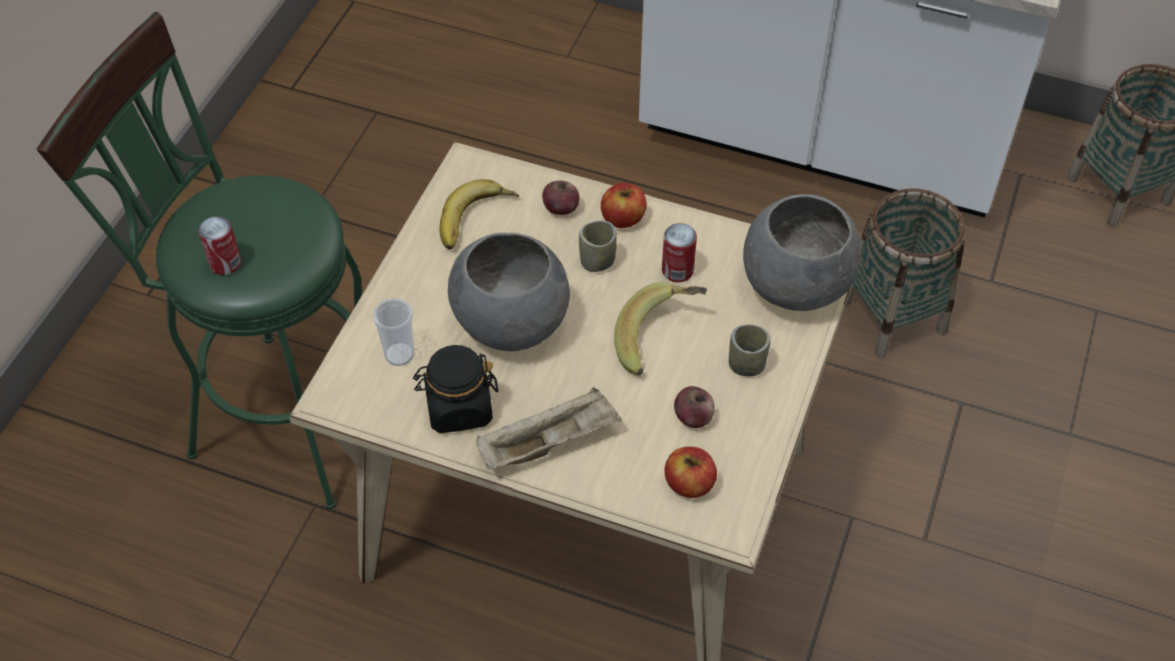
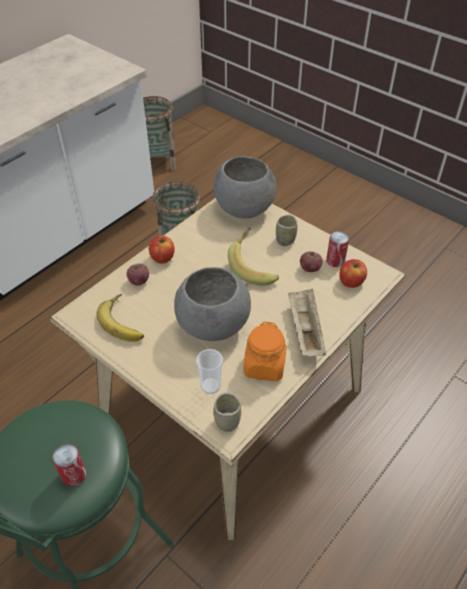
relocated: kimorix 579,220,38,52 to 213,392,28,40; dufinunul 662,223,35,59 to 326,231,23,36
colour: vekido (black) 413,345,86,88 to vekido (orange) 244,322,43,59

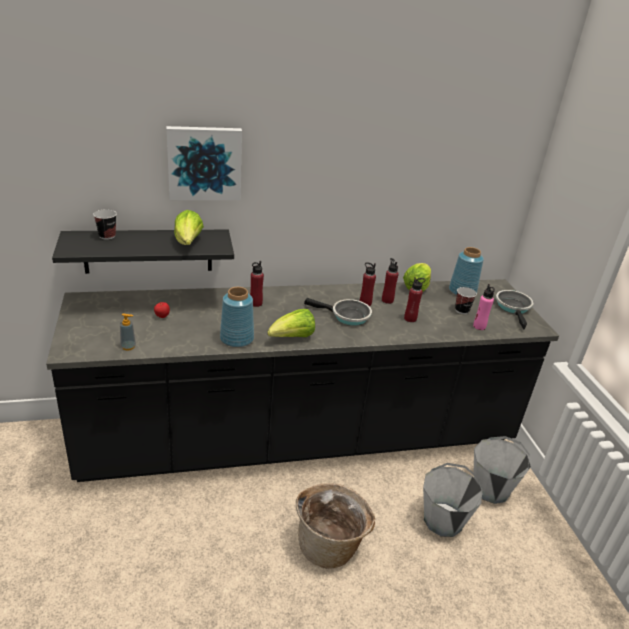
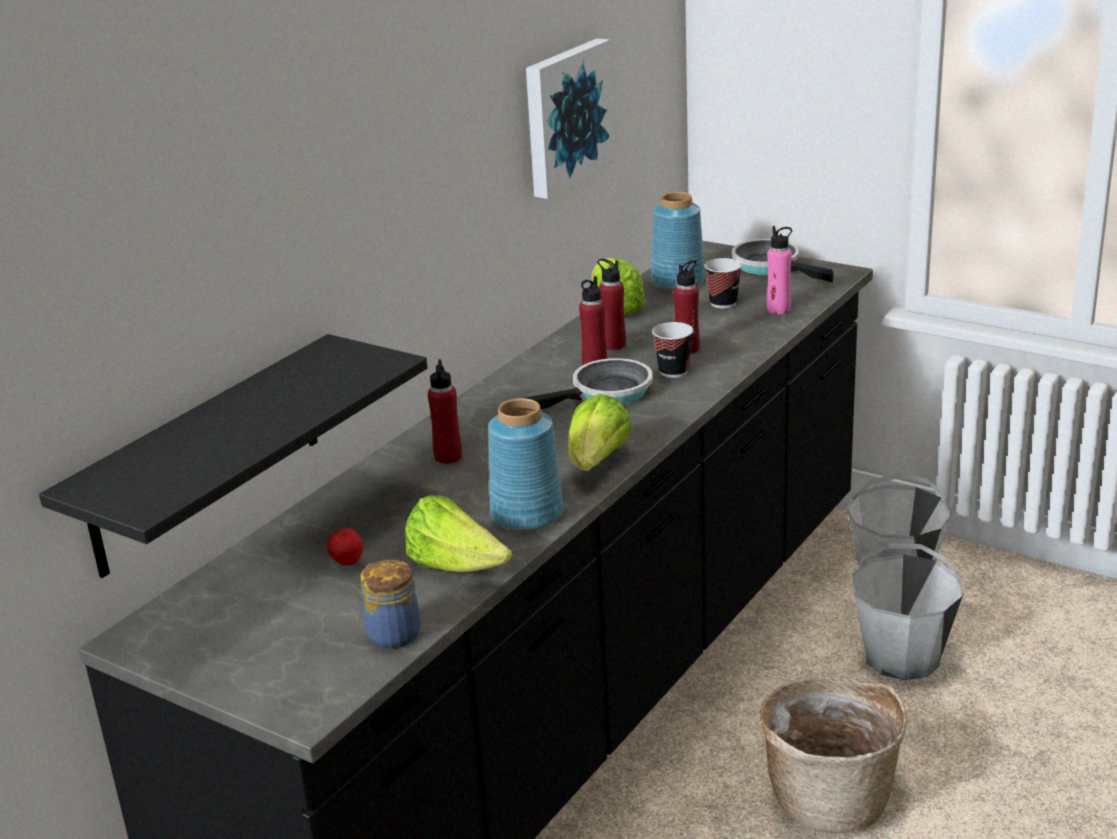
relocated: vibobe 166,126,76,74 to 526,38,89,161; kimorix 93,209,24,31 to 652,322,42,56; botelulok 174,210,30,35 to 405,496,107,76
exchanged: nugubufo 120,313,16,38 to vekido 360,560,61,88

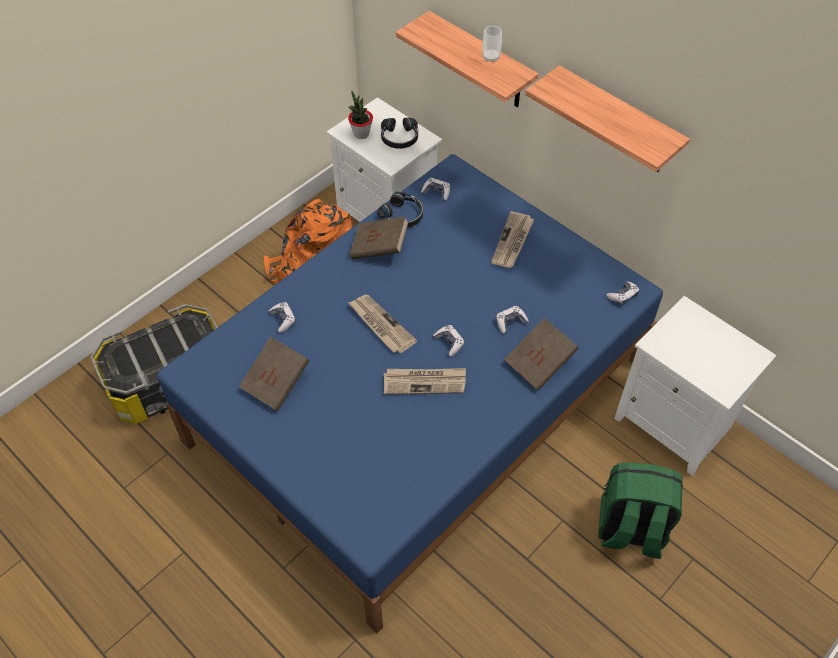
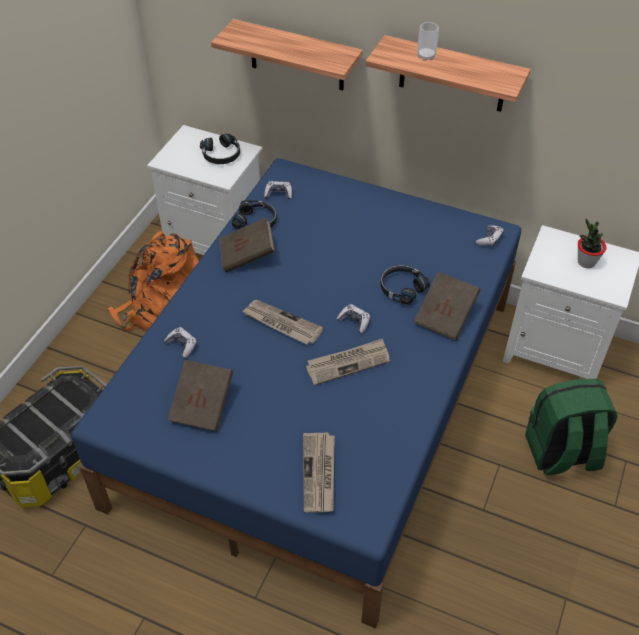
relocated: kimorix 482,26,20,37 to 417,22,22,39; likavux 348,91,25,48 to 578,218,28,50; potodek 491,211,43,57 to 303,432,32,81
exchanged: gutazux 496,306,33,27 to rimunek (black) 380,265,50,40

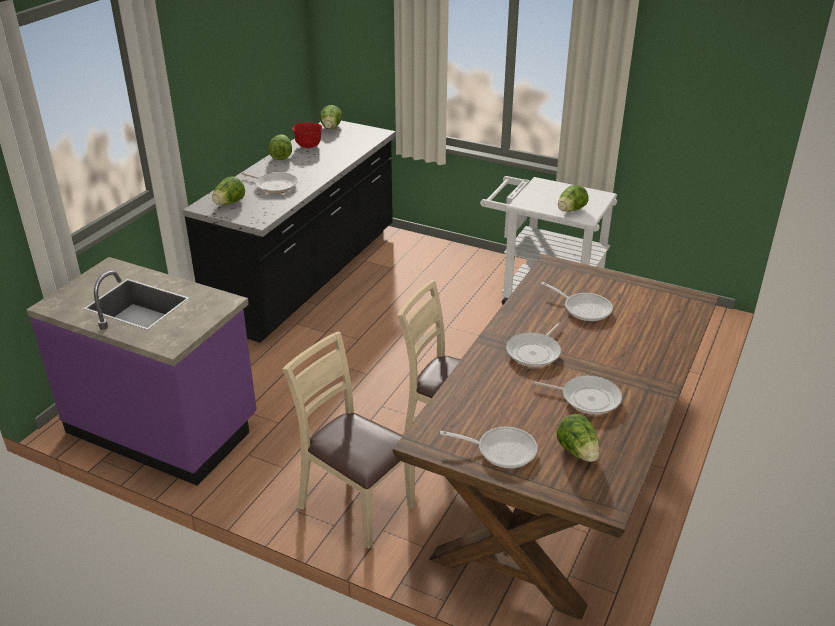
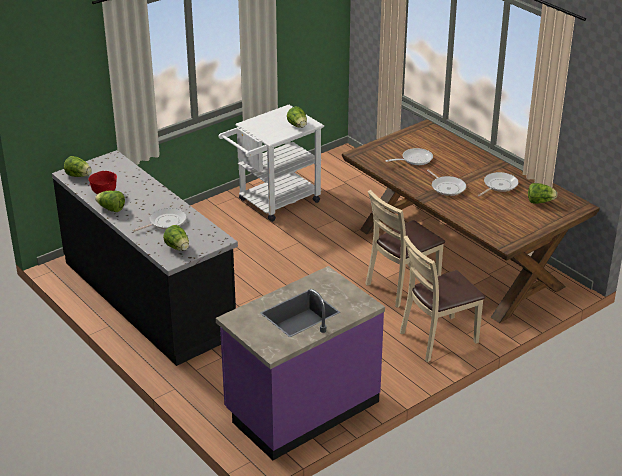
missing: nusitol 440,427,98,42

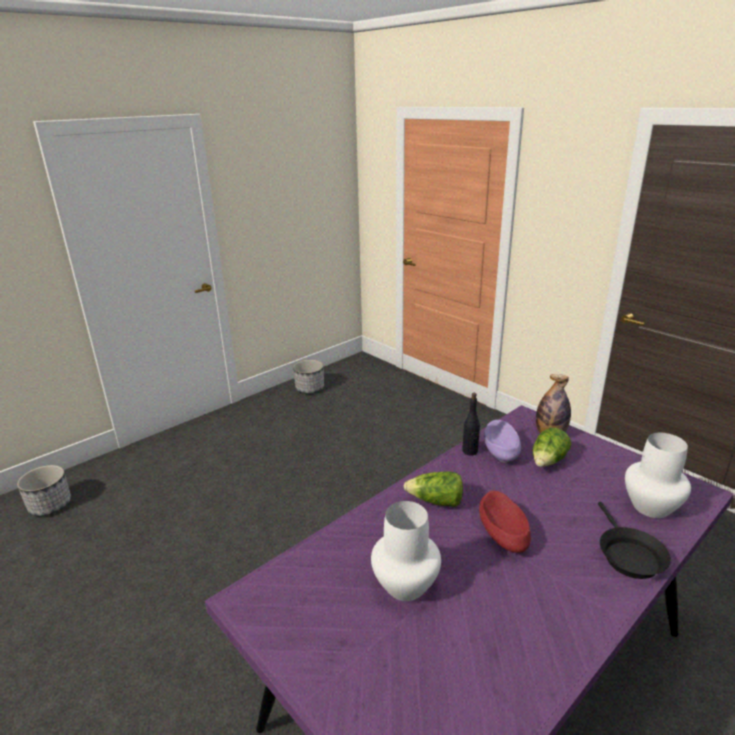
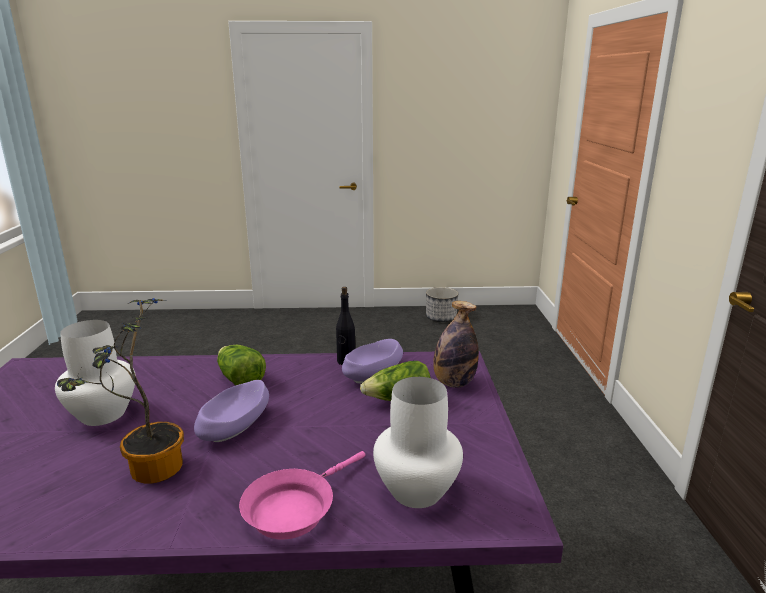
missing: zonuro 17,465,54,51
appeared: likavux 57,298,127,185
colour: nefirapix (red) 479,491,52,62 to nefirapix (purple) 194,380,75,62; nusitol (black) 598,502,73,77 to nusitol (pink) 239,451,126,89

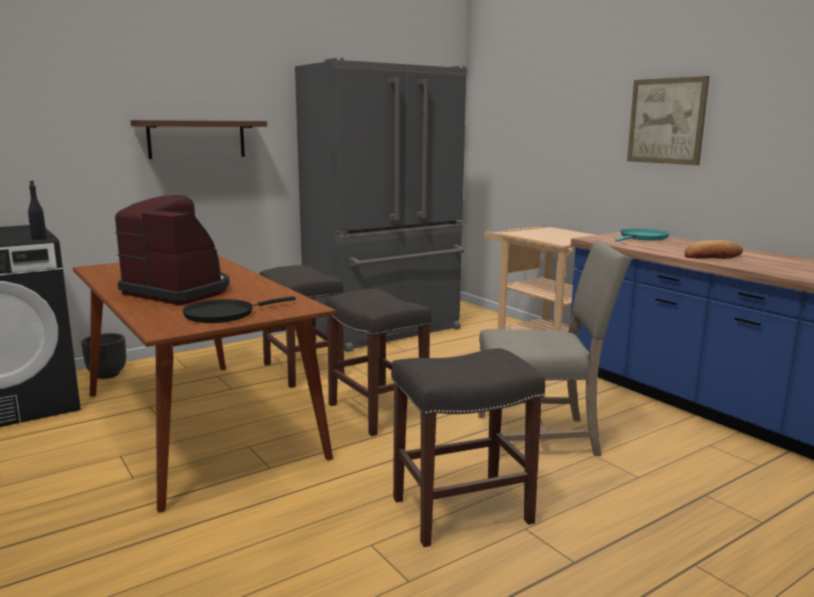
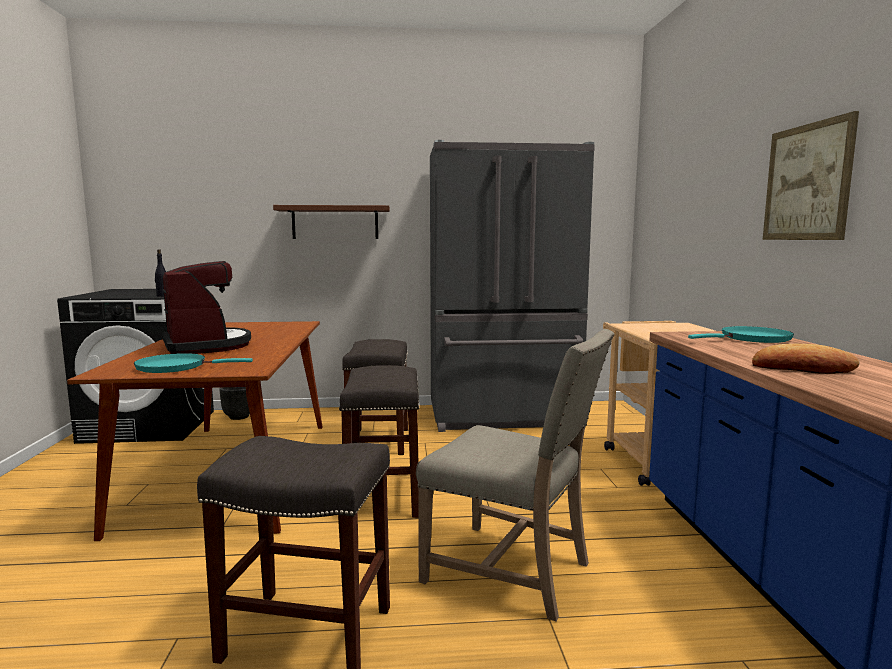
colour: nusitol (black) 182,296,114,27 to nusitol (turquoise) 134,353,119,20

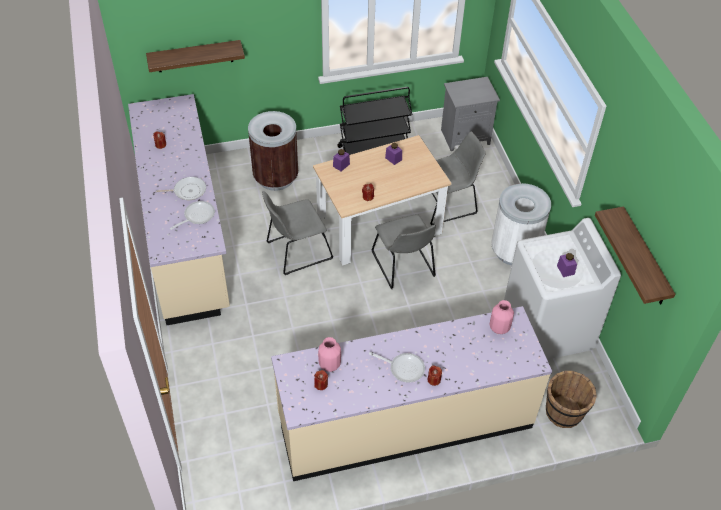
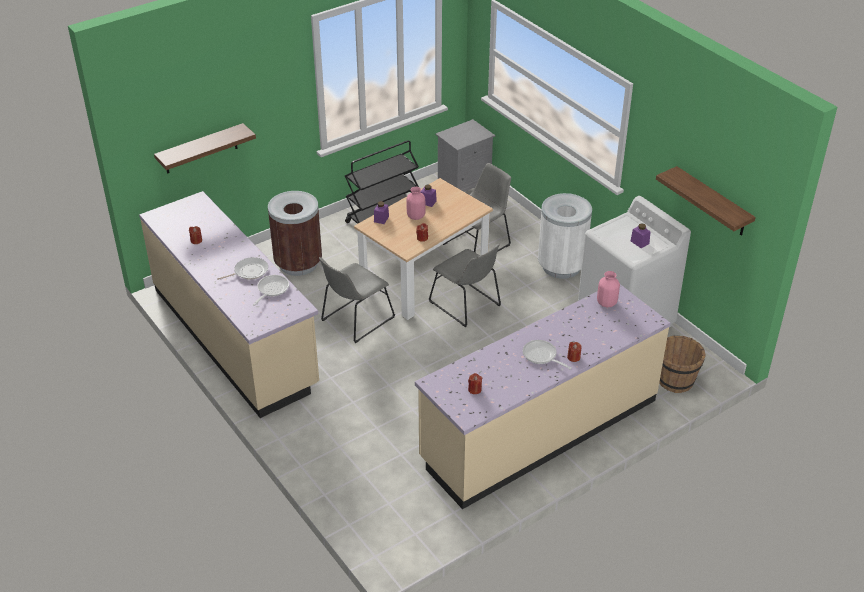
relocated: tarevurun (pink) 318,337,23,35 to 406,187,19,33
spun: nusitol 369,352,56,31 = 523,340,49,29 135 degrees counterclockwise

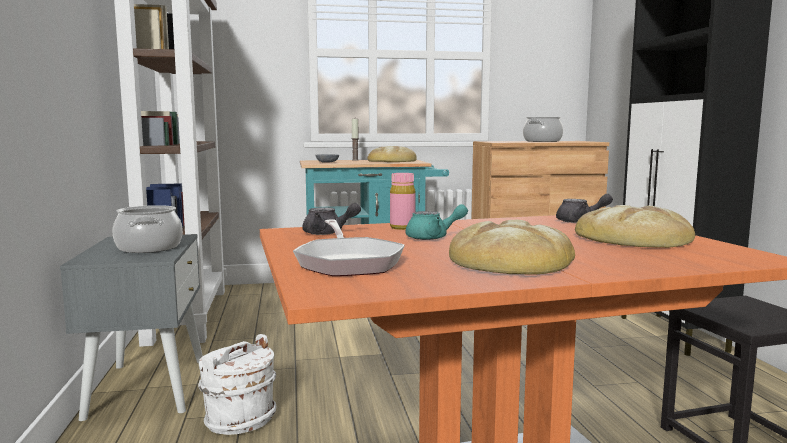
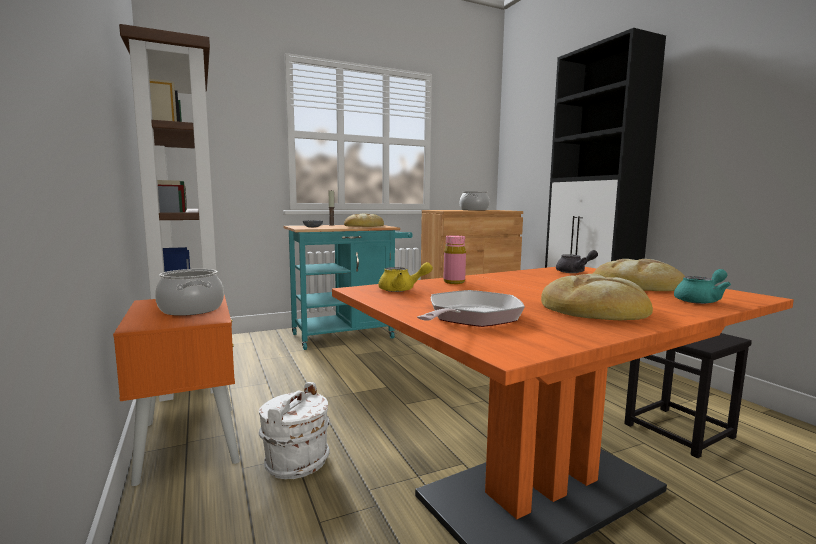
relocated: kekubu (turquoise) 406,204,62,36 to 674,269,57,35
colour: kekubu (grey) 303,203,58,32 to kekubu (yellow) 378,262,55,30; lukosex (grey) 60,234,143,187 to lukosex (orange) 113,295,127,191
spun: nusitol 293,219,112,57 = 417,290,108,37 120 degrees counterclockwise

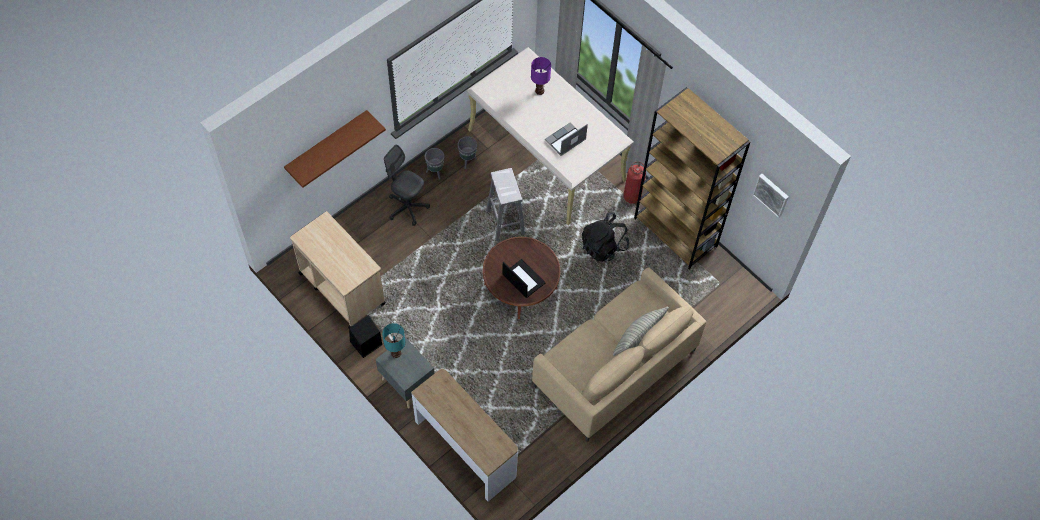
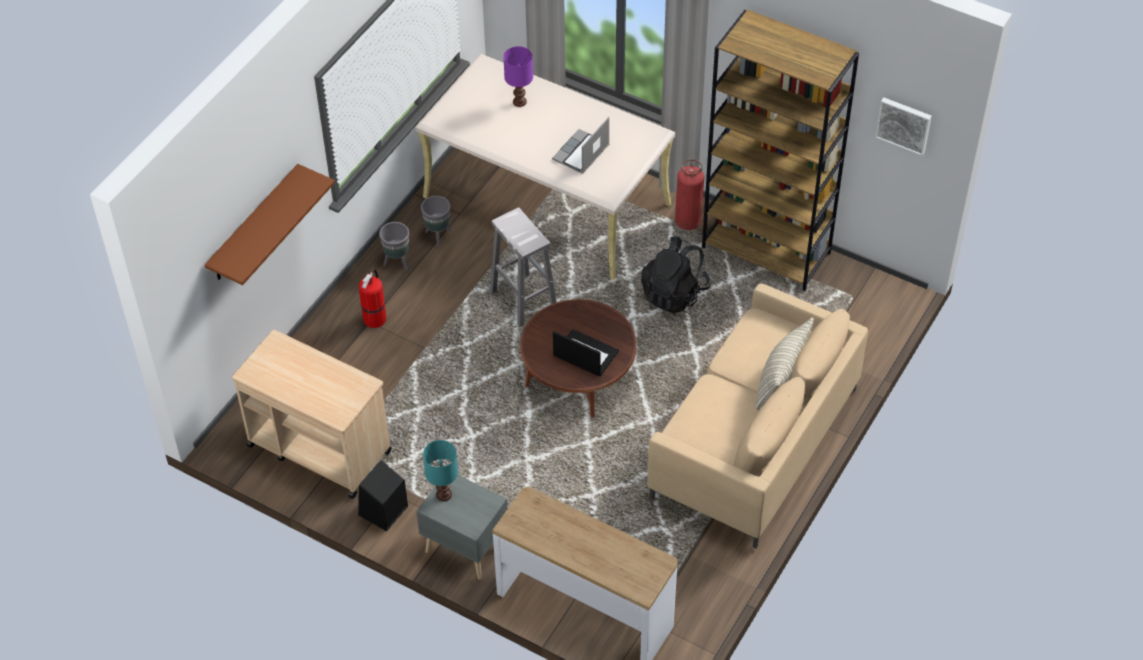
exchanged: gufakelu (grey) 384,144,46,82 to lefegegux 359,269,27,59

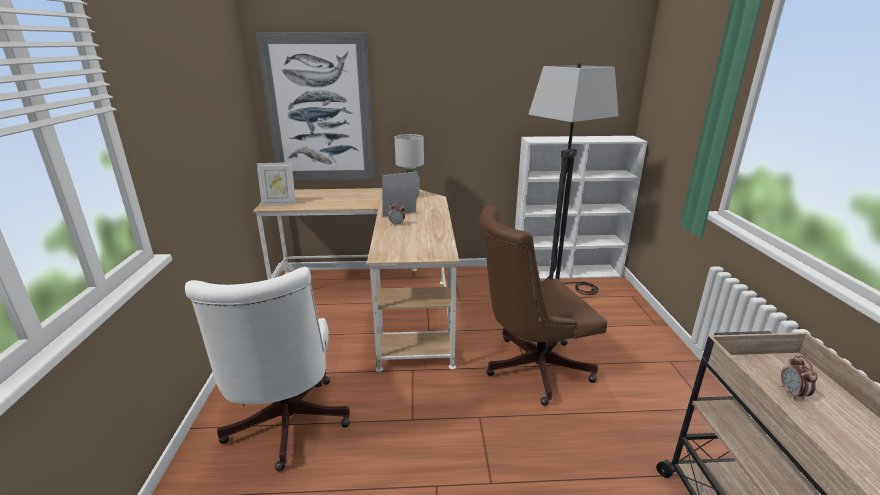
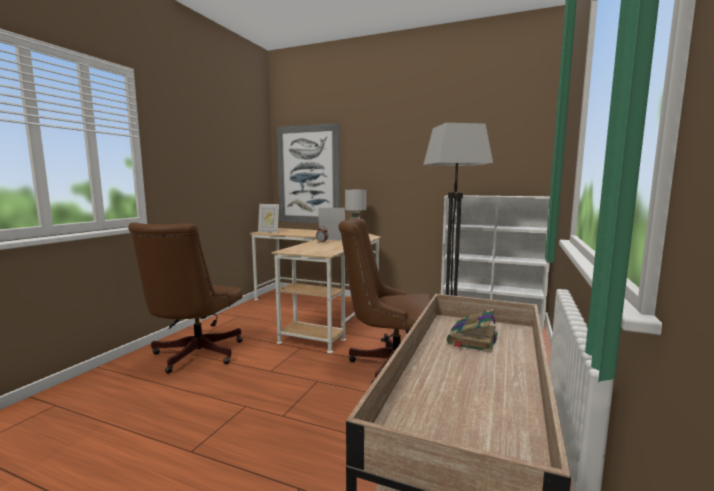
exchanged: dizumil 781,355,37,46 to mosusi 447,308,51,45
colour: gufakelu (white) 185,267,165,205 to gufakelu (brown) 128,222,115,151

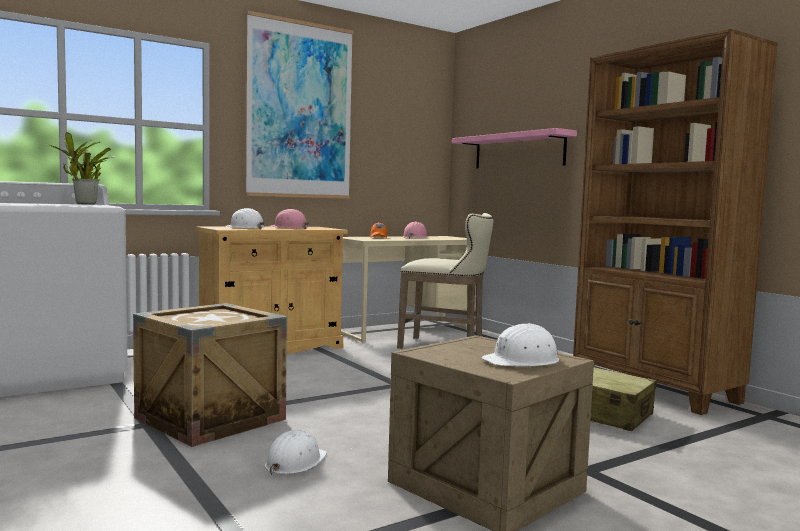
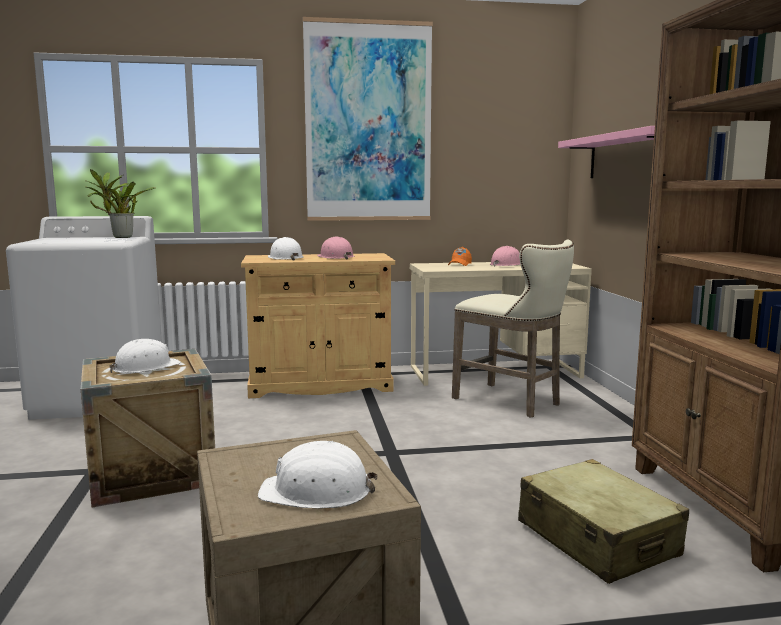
relocated: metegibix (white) 265,430,62,45 to 110,339,71,34

